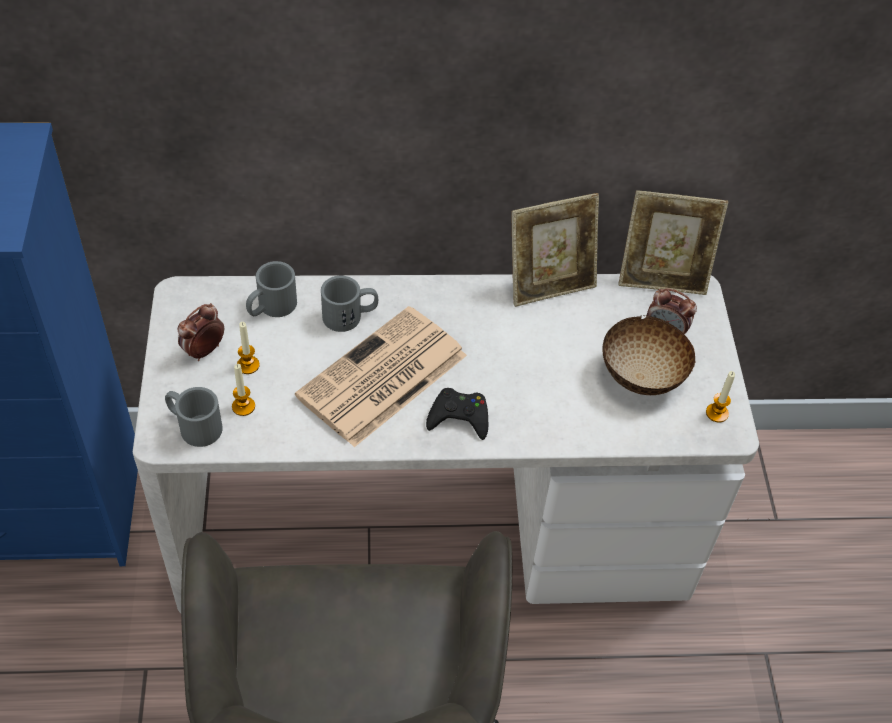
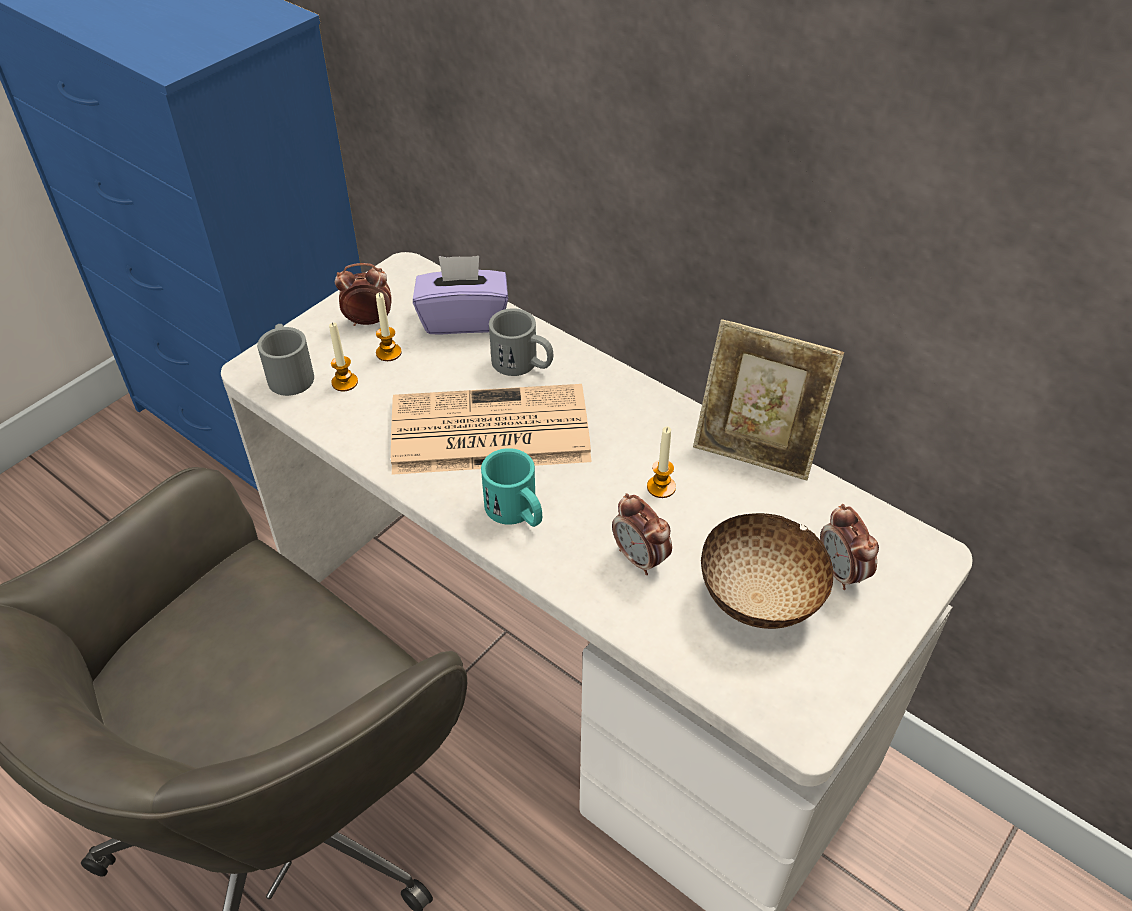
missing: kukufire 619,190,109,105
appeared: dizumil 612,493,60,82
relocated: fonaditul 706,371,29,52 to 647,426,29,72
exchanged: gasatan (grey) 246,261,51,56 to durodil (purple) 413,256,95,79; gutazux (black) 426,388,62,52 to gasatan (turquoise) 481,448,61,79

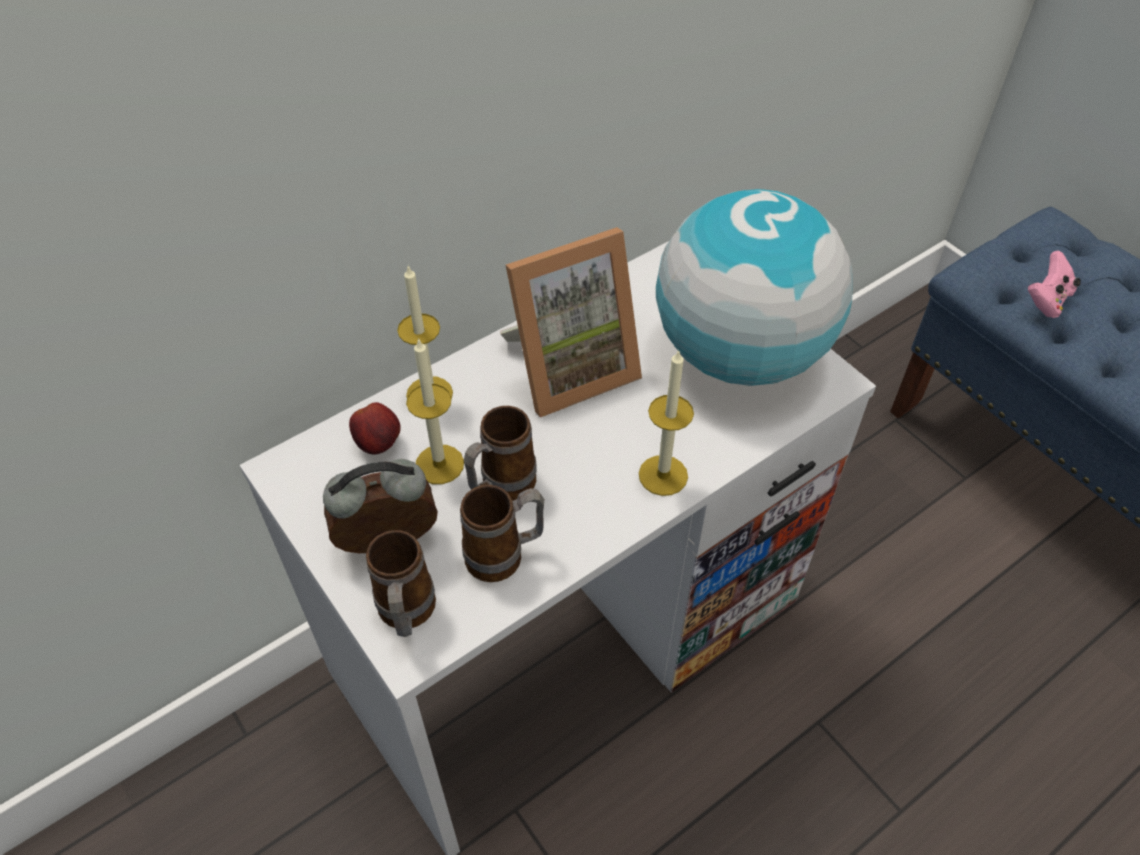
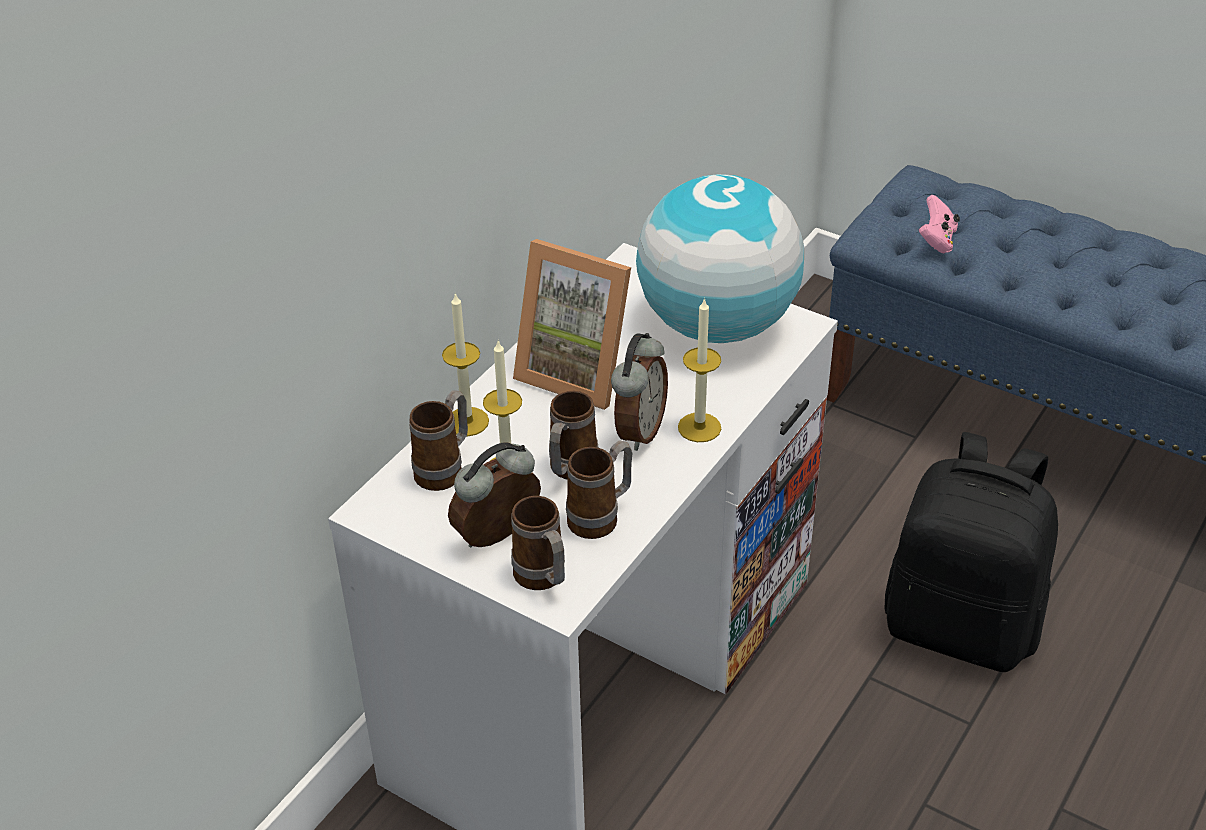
appeared: dizumil 611,333,57,118; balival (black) 885,432,173,240
exchanged: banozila 349,402,52,52 to gasatan 409,390,59,101
spun: kukufire 500,227,142,191 = 513,239,118,171 75 degrees clockwise

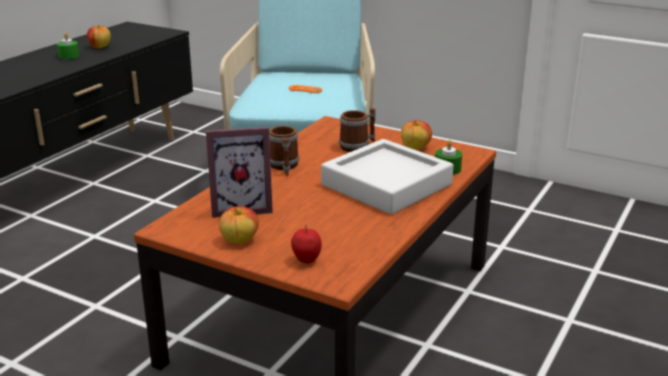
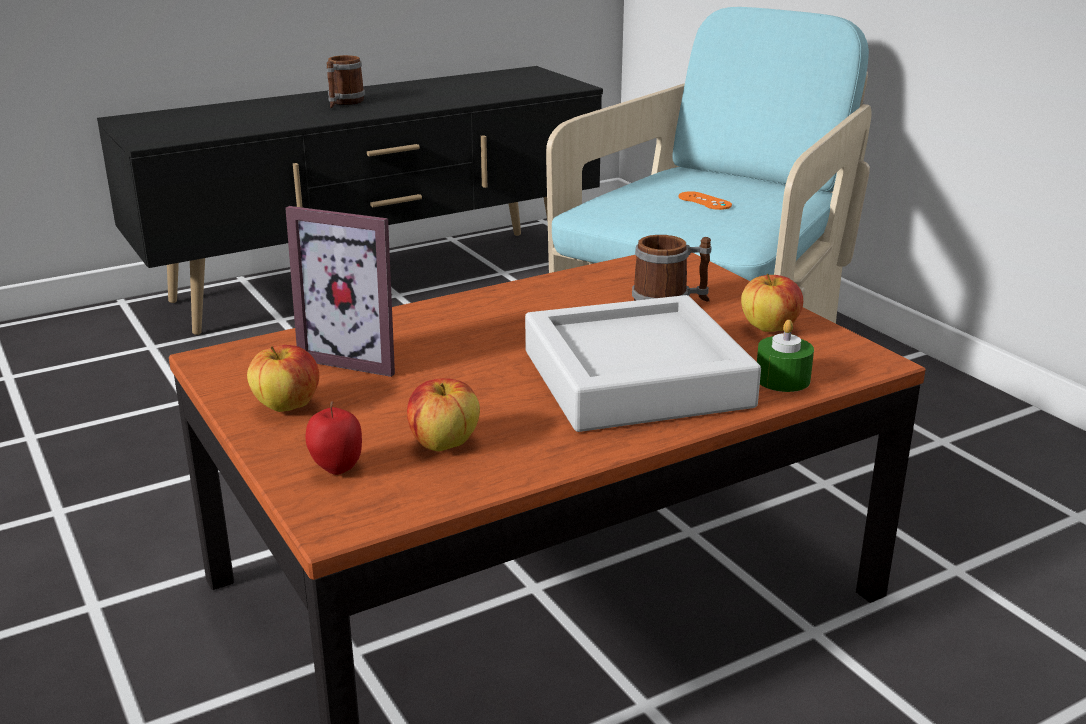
missing: fonaditul (green) 57,33,22,26
relocated: banozila 87,25,24,23 to 407,378,73,73; gasatan 269,126,30,50 to 326,55,39,53

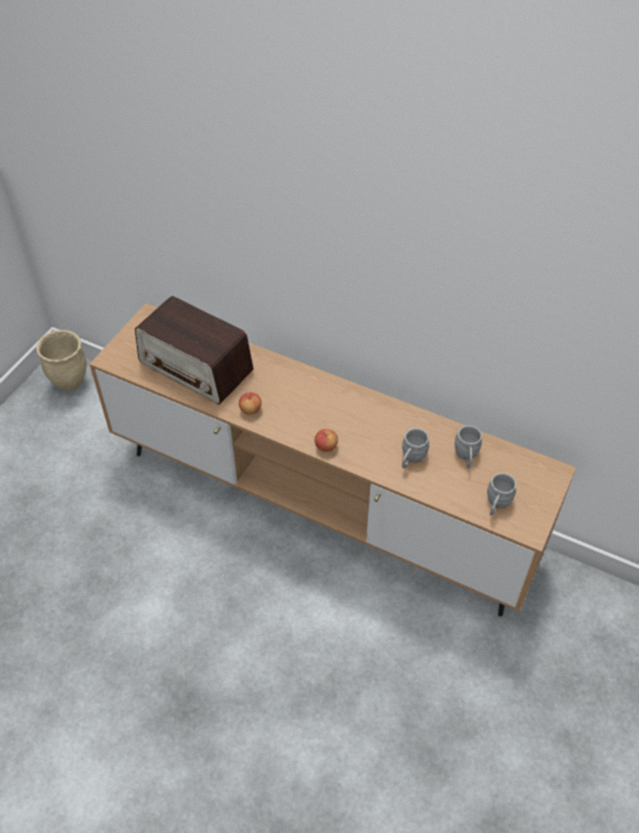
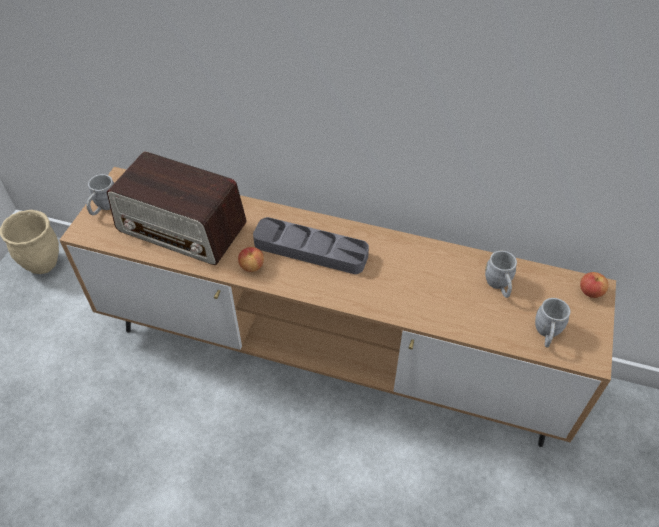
appeared: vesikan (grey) 253,217,116,57
relocated: gasatan (grey) 402,428,28,40 to 86,174,28,41; banozila 315,429,23,23 to 580,272,29,26

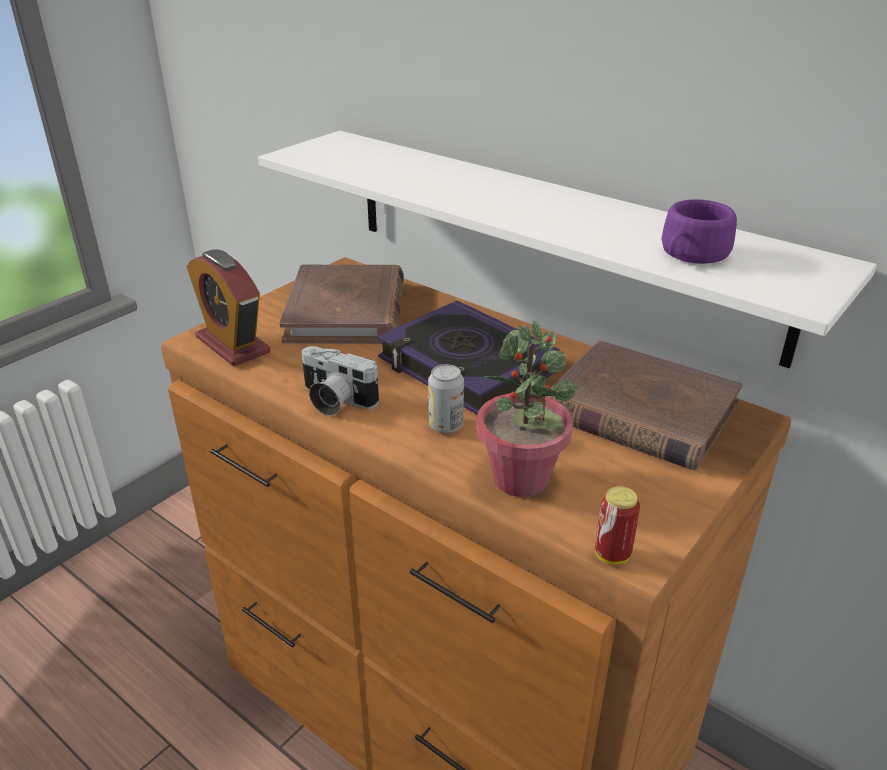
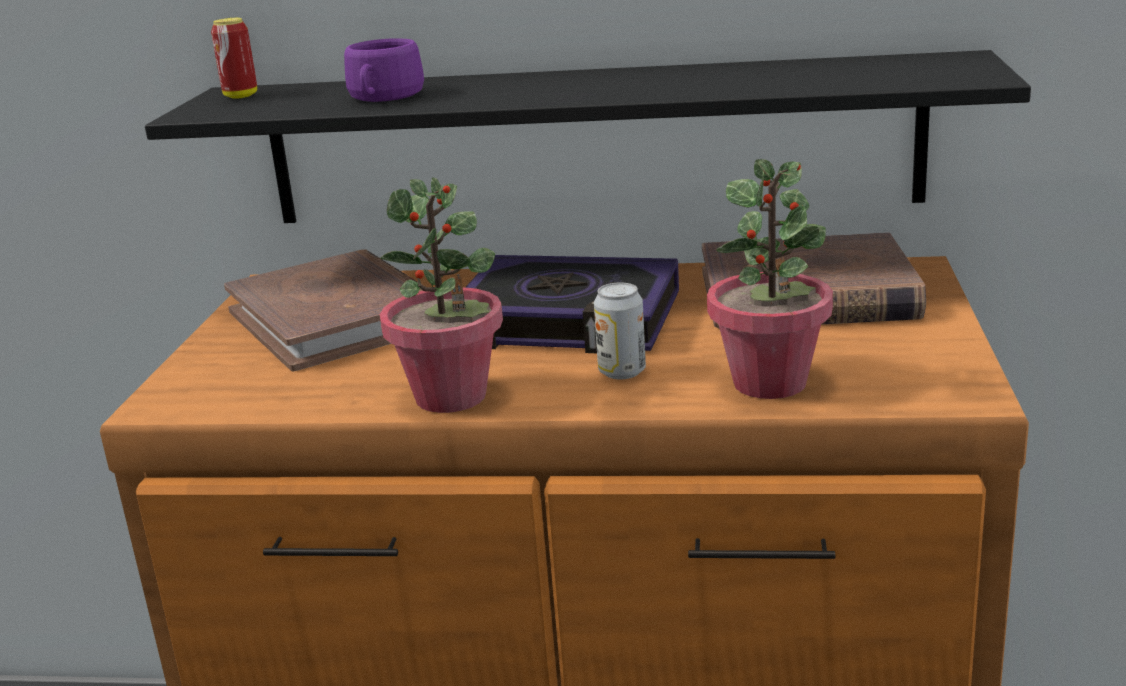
missing: dizumil 187,249,83,117
relocated: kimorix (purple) 661,199,76,65 to 344,38,80,64; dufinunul 595,486,45,79 to 211,18,46,81
exchanged: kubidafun 301,346,78,70 to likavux 380,177,123,236
colour: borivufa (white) 258,131,619,237 to borivufa (black) 145,50,886,173

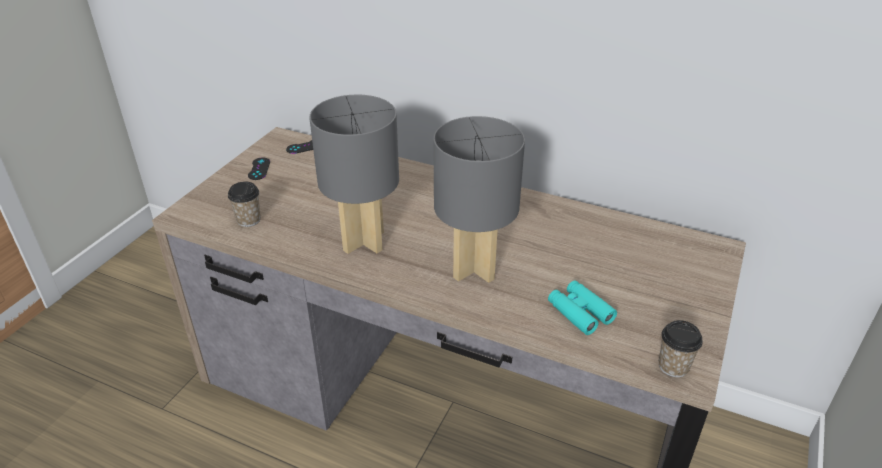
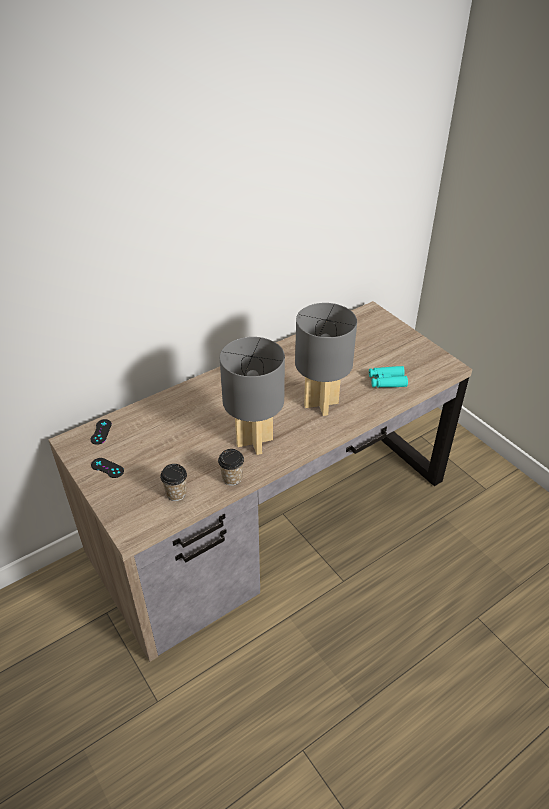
relocated: kimorix 659,320,44,57 to 218,449,26,37

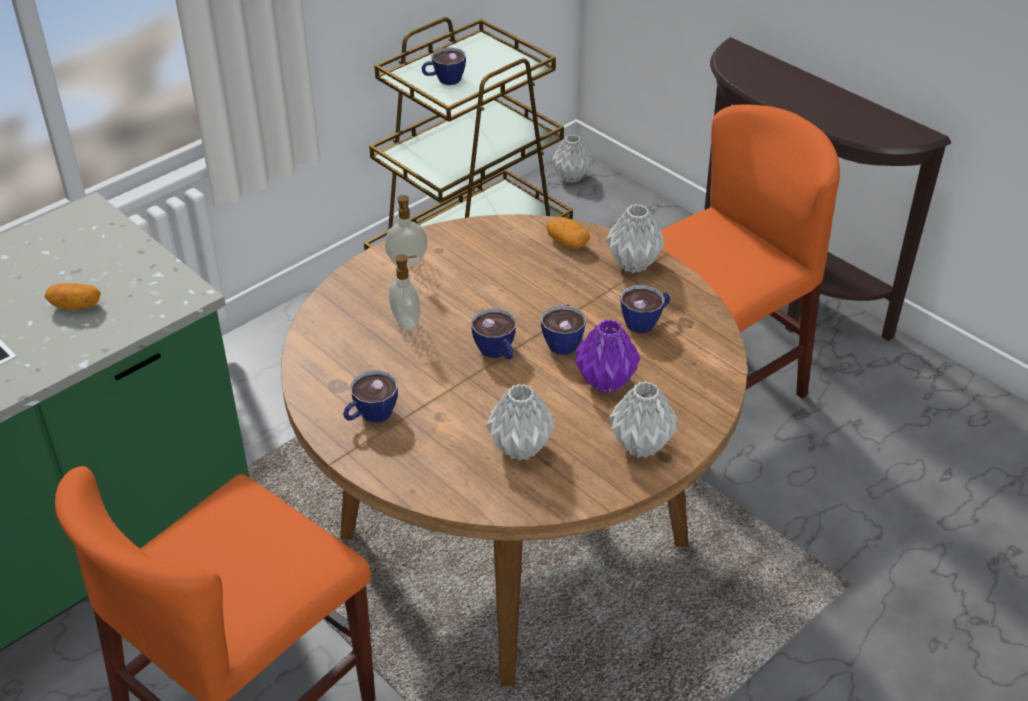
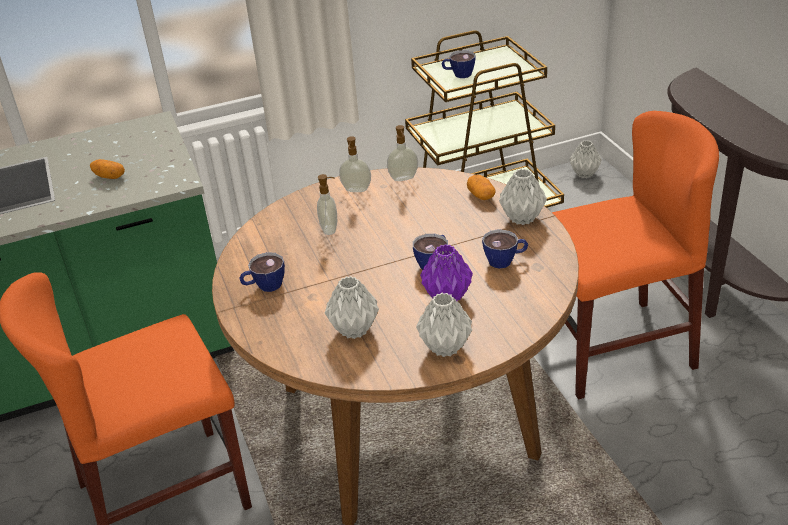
missing: kimorix 471,309,45,51
appeared: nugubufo 387,125,31,56

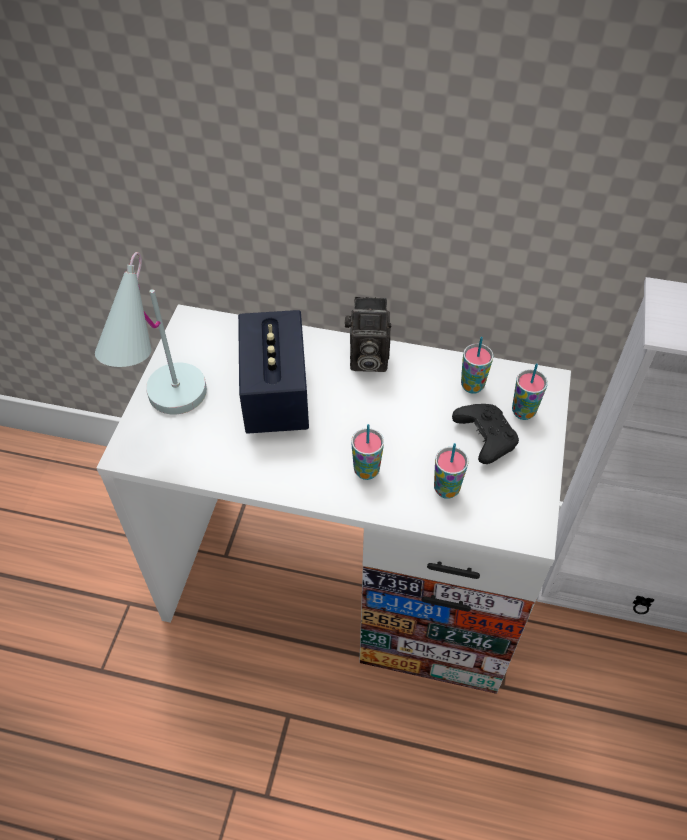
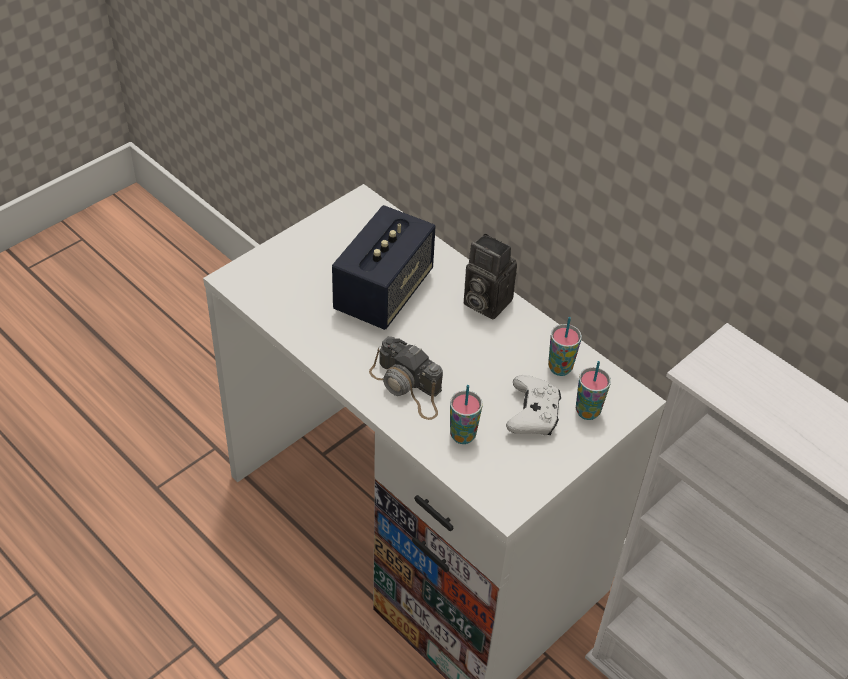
missing: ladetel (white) 95,252,112,163
exchanged: kimorix 351,424,33,56 to kubidafun 369,337,74,83
colour: gutazux (black) 452,404,67,60 to gutazux (white) 506,375,55,60

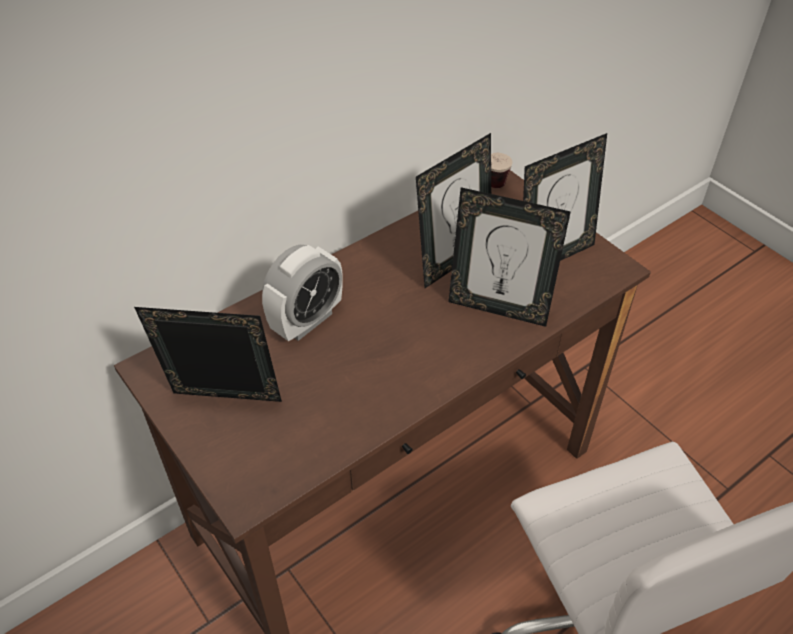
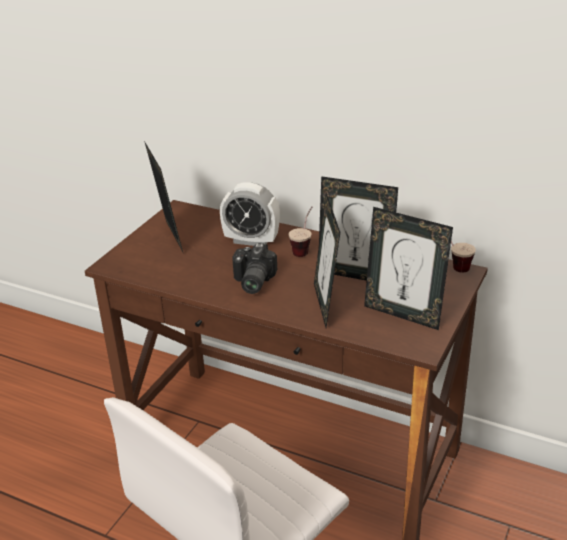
appeared: kimorix 288,206,24,51; kubidafun 232,243,45,51

